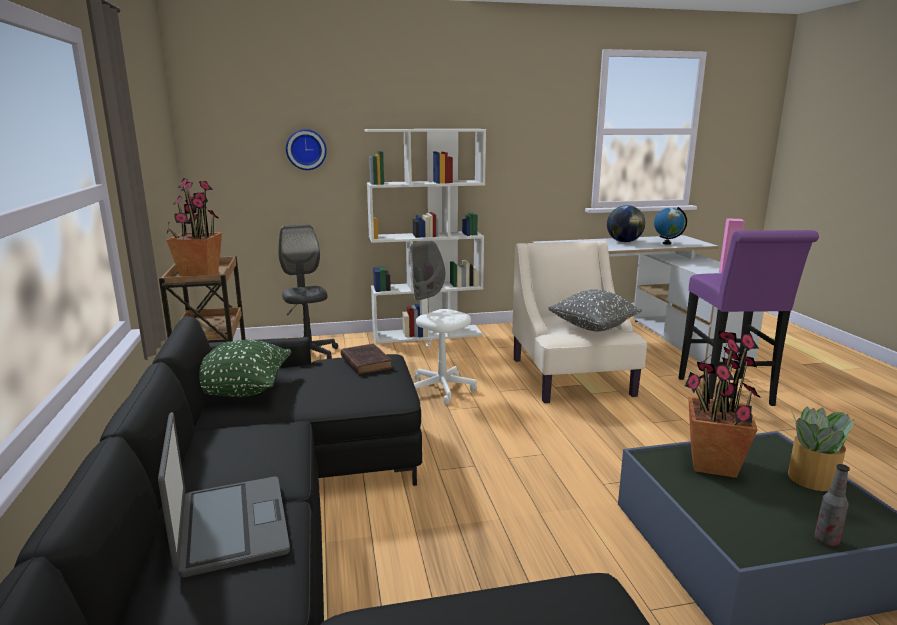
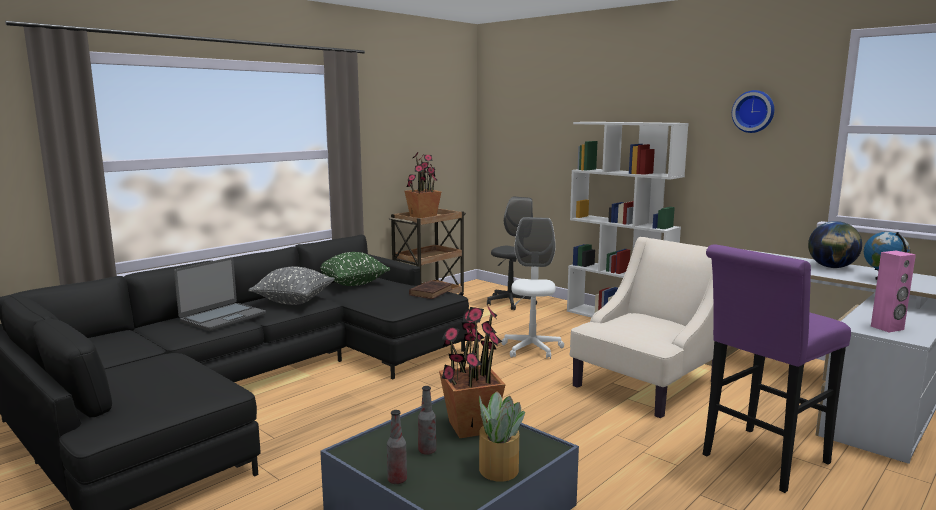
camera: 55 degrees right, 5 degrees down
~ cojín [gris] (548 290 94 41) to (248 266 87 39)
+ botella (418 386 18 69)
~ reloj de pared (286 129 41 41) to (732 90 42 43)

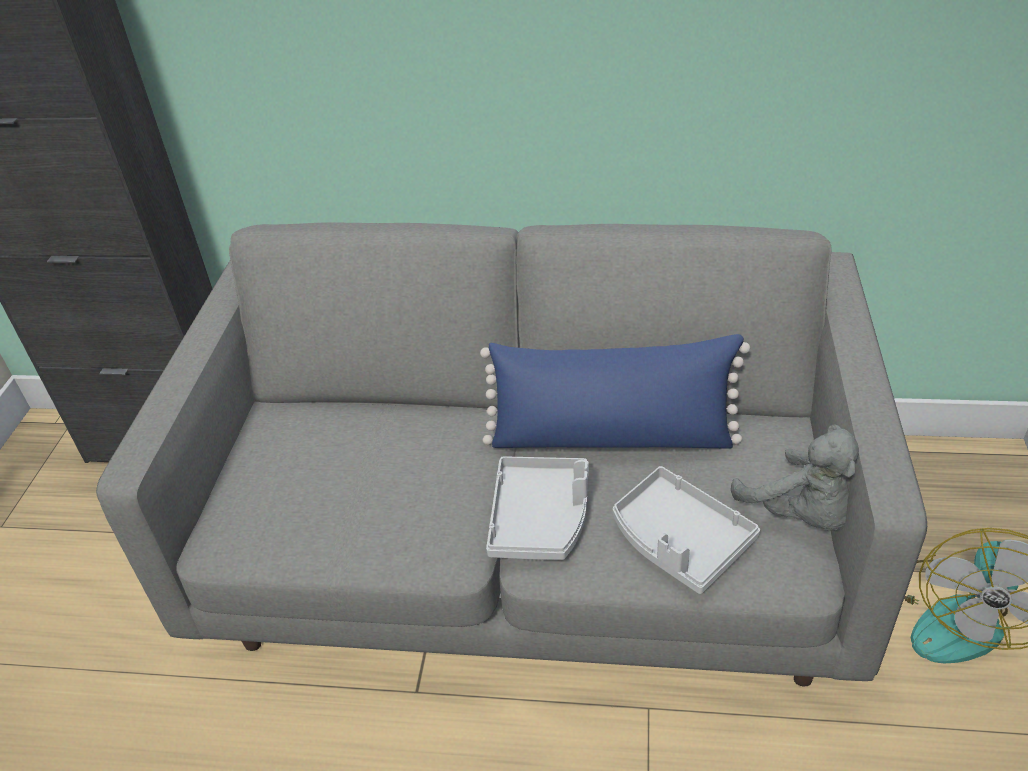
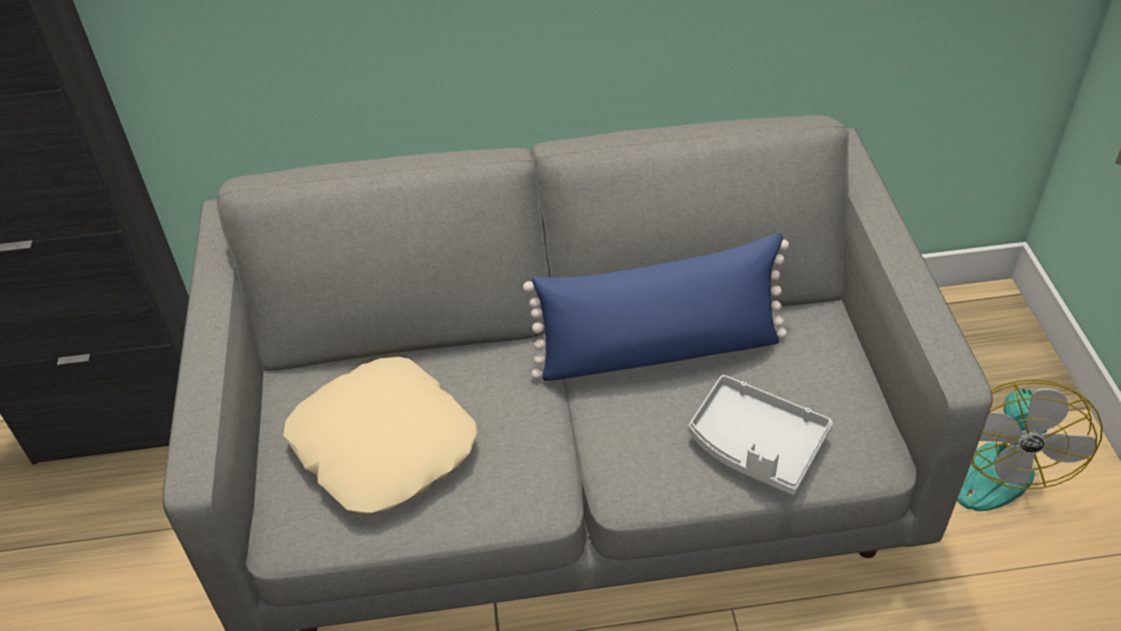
camera: 15 degrees left, 5 degrees up
+ cojín [beis] (283 357 194 157)
- bandeja [gris] (486 456 103 104)
- peluche [gris] (731 424 128 107)

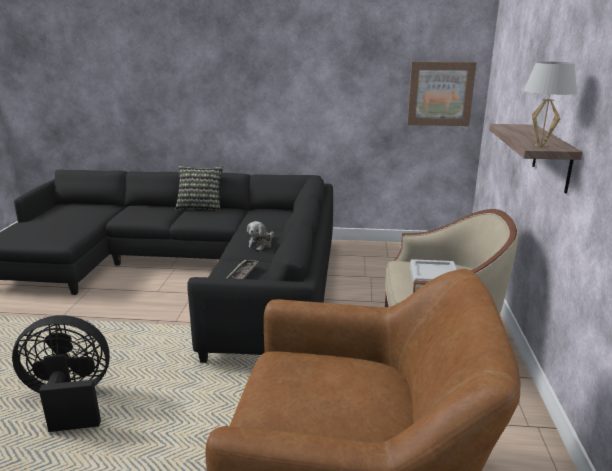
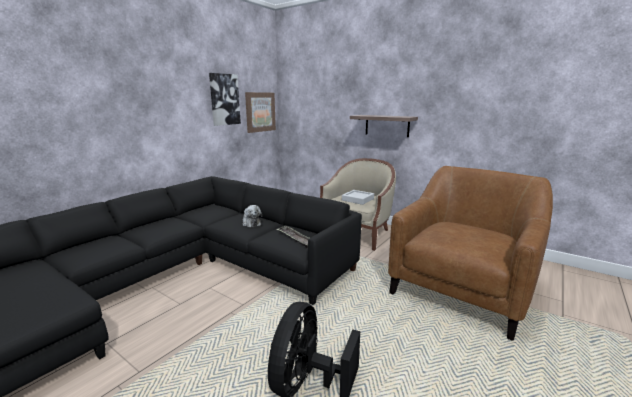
camera: 60 degrees left, 5 degrees down
+ cuadro (209 73 32 53)
- cojín (175 165 49 46)
- lámpara de mesa [blanco] (524 62 53 85)

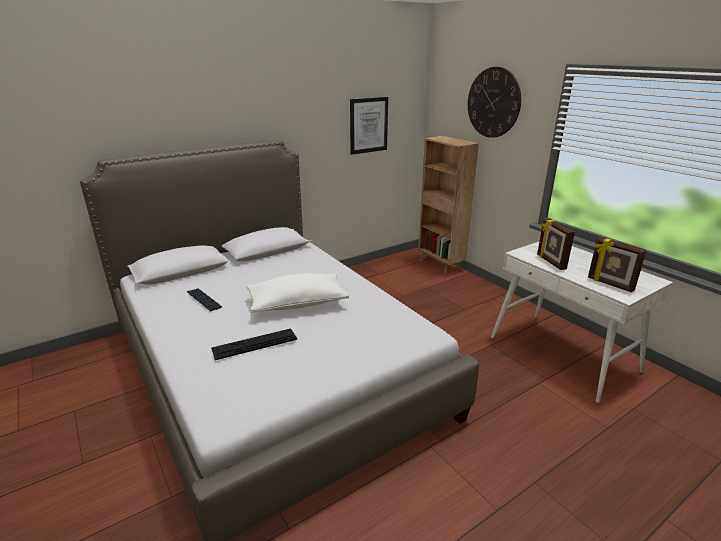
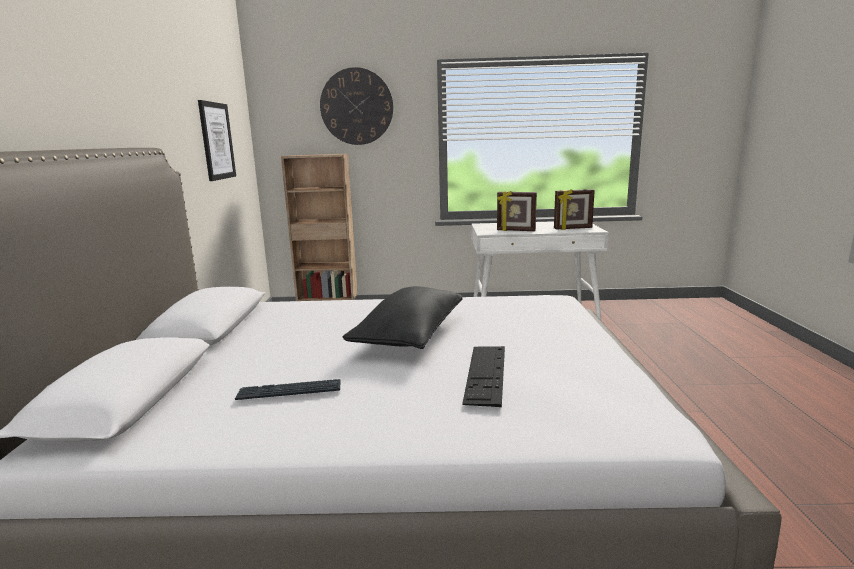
camera: 55 degrees left, 10 degrees down
~ cojín [blanco] (247 273 102 40) to cojín [negro] (343 286 120 63)

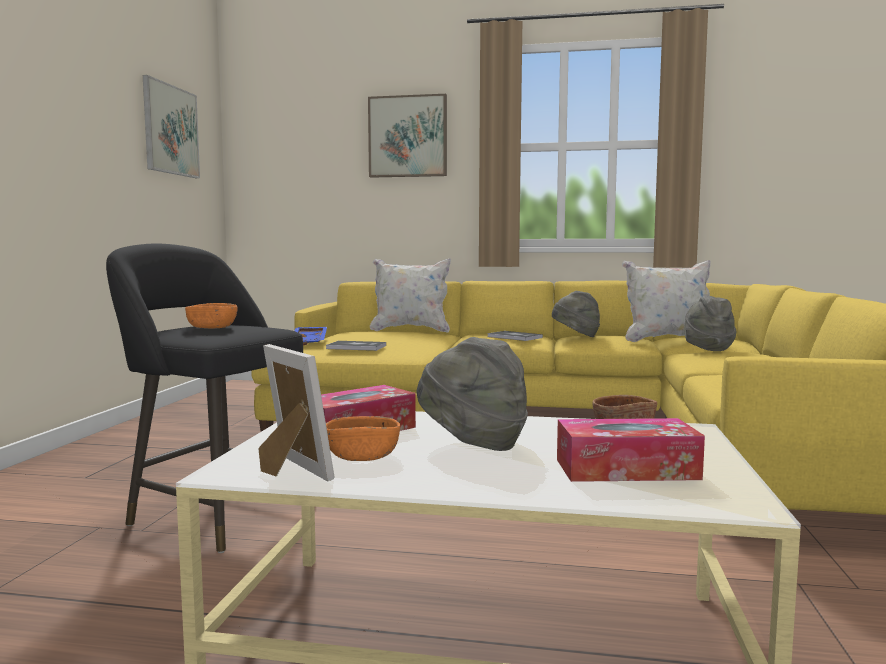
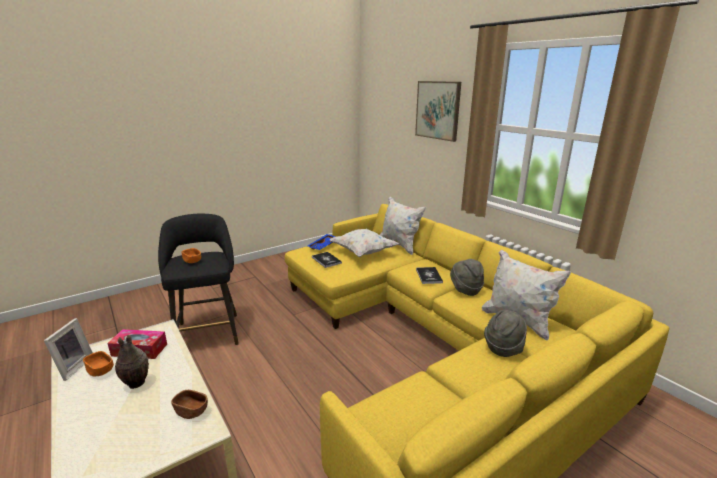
camera: 45 degrees right, 15 degrees up
~ sombrero [gris] (417 337 111 114) to florero (115 335 34 54)
+ cojín [blanco] (330 229 69 28)
- cuadro (143 75 57 103)
- caja de pañuelos (557 418 148 64)

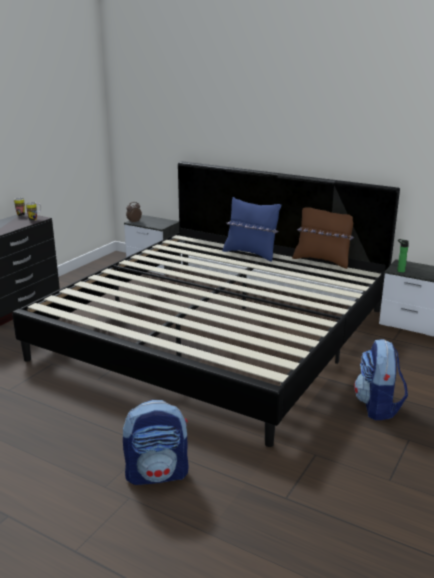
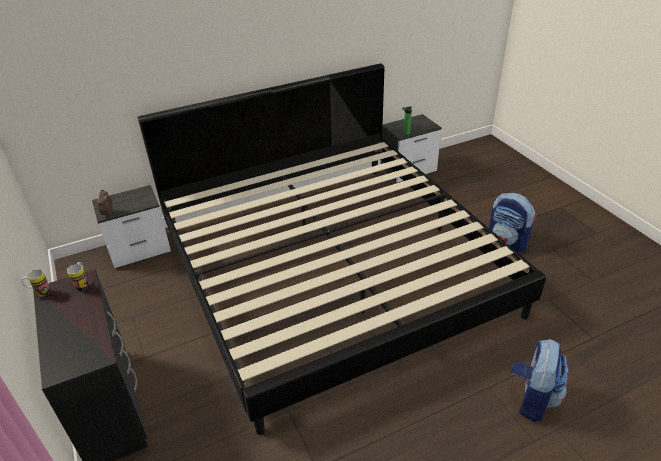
camera: 55 degrees left, 15 degrees up
- cojín [azul] (222 197 59 65)
- cojín [marrón] (292 207 62 62)

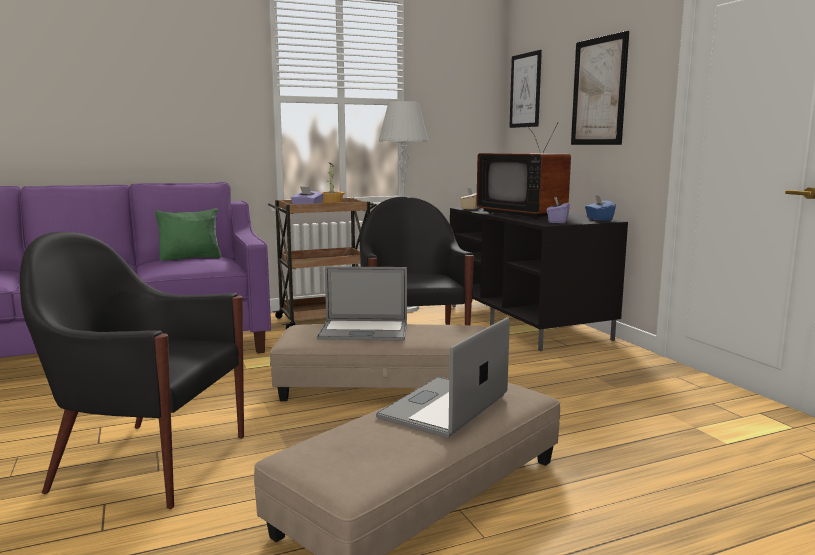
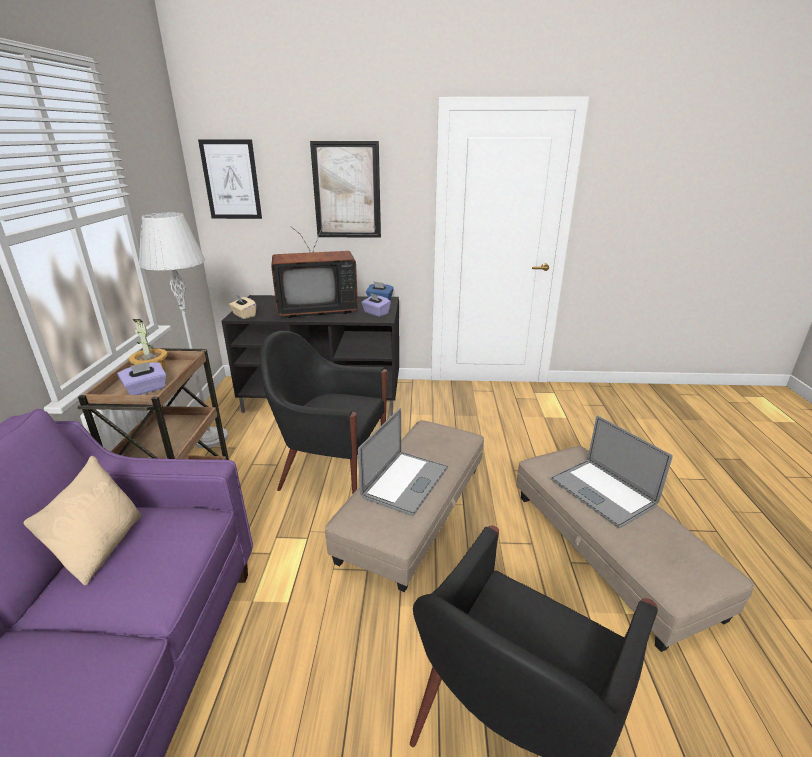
camera: 65 degrees left, 15 degrees up
~ cojín [verde] (155 208 67 53) to cojín [beis] (24 456 117 129)

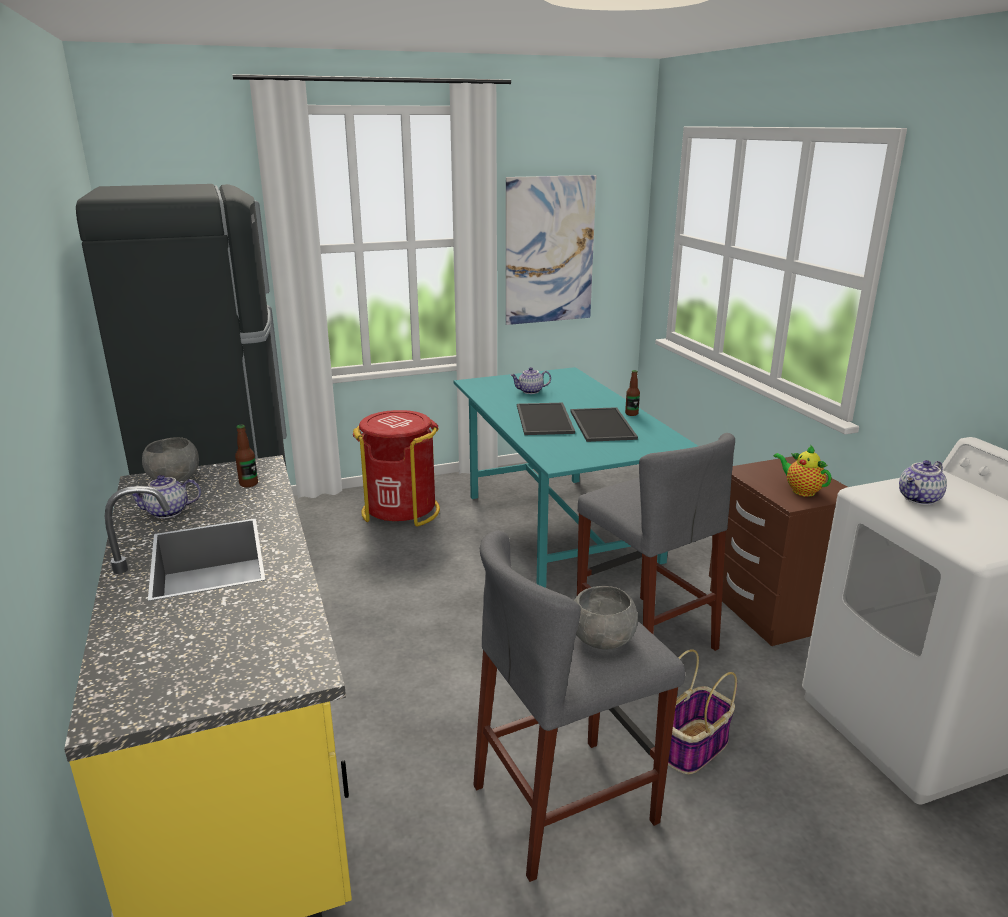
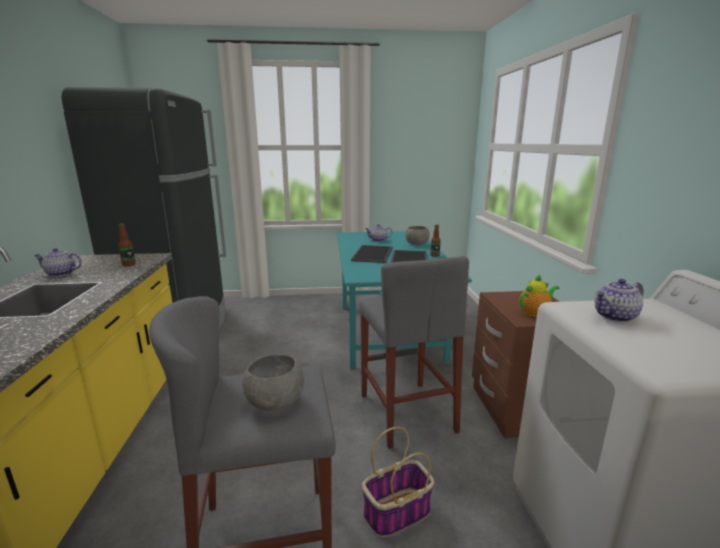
camera: 15 degrees right, 5 degrees down
~ cuenco [gris] (142 438 57 44) to (405 226 25 19)
~ tetera (773 444 59 53) = (520 275 40 42) 90 degrees clockwise
- papelera [rojo] (353 410 87 117)
- cuadro (506 175 90 150)

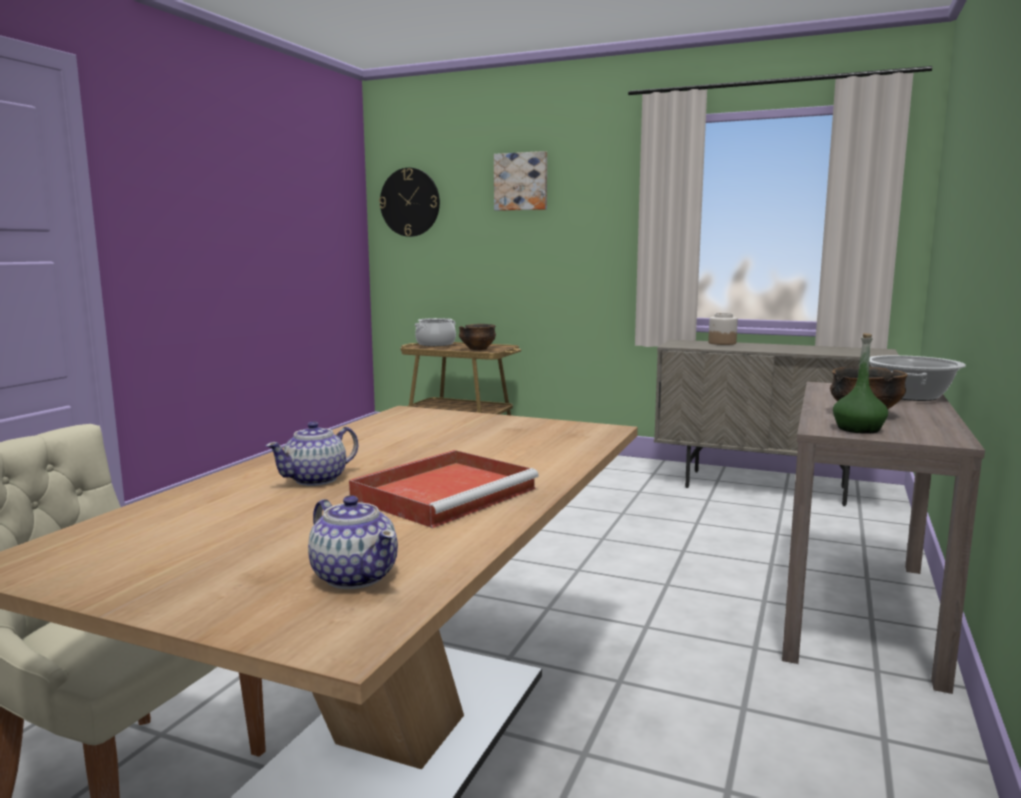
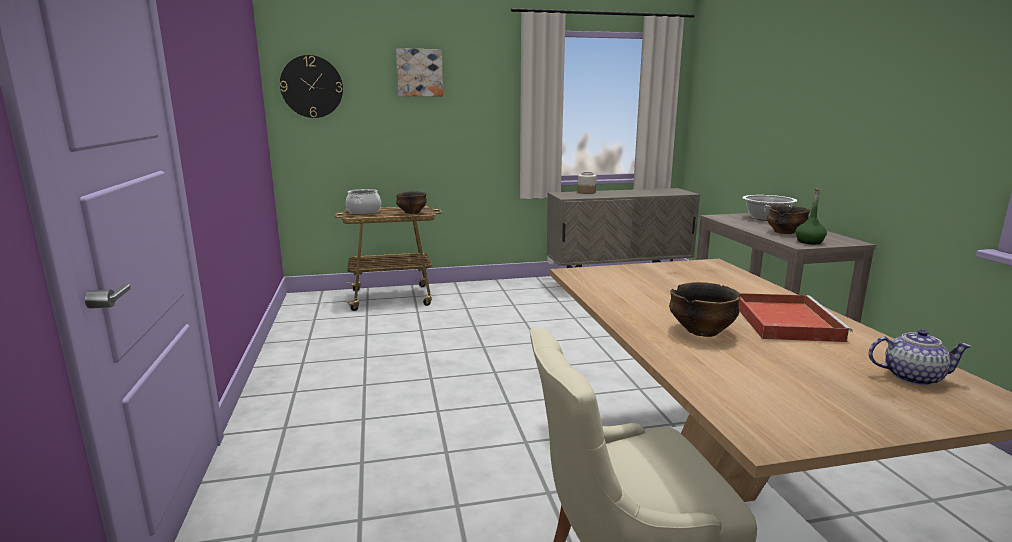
camera: 35 degrees left, 5 degrees up
~ tetera (266 421 92 65) to cuenco (669 282 72 55)

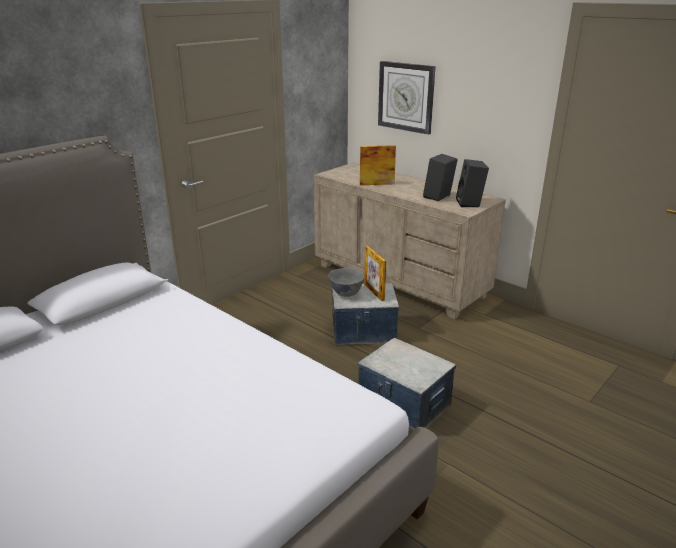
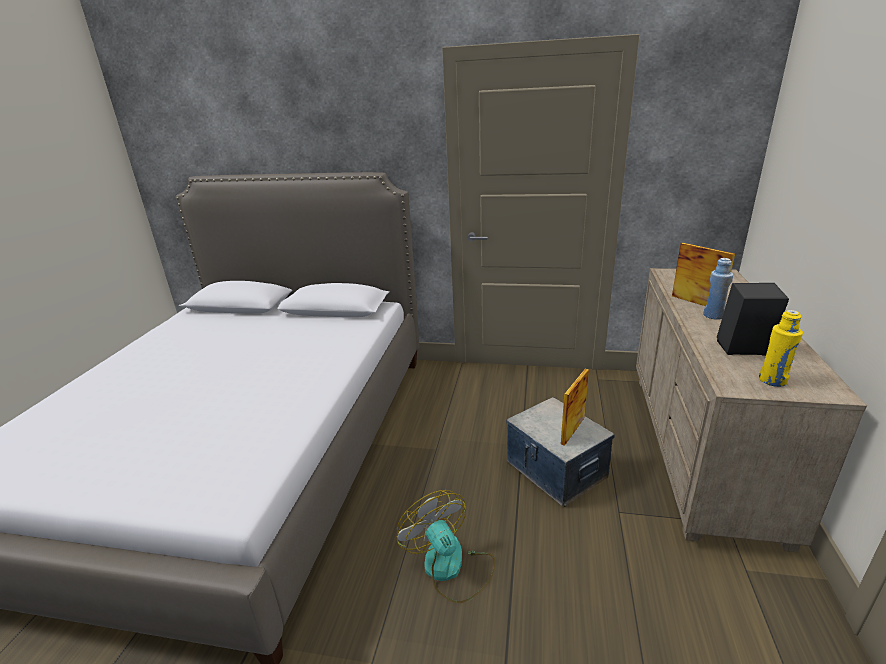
camera: 60 degrees right, 0 degrees up
~ caja de almacenaje (358 338 98 91) to ventilador (397 490 99 113)
+ botella [azul] (703 258 30 61)
~ altavoz [negro] (456 159 33 48) to botella [amarillo] (759 310 44 77)
- cuenco [gris] (328 268 36 29)
- reloj de pared (378 61 58 74)

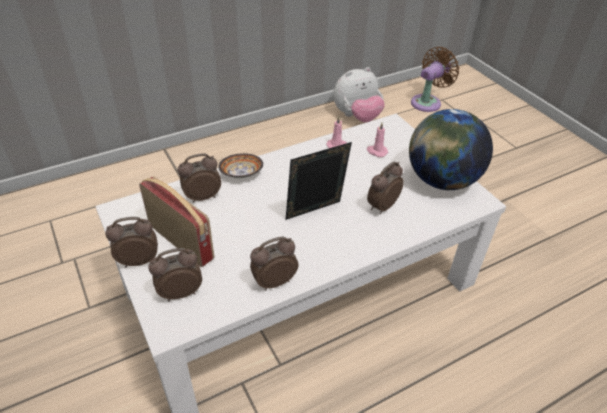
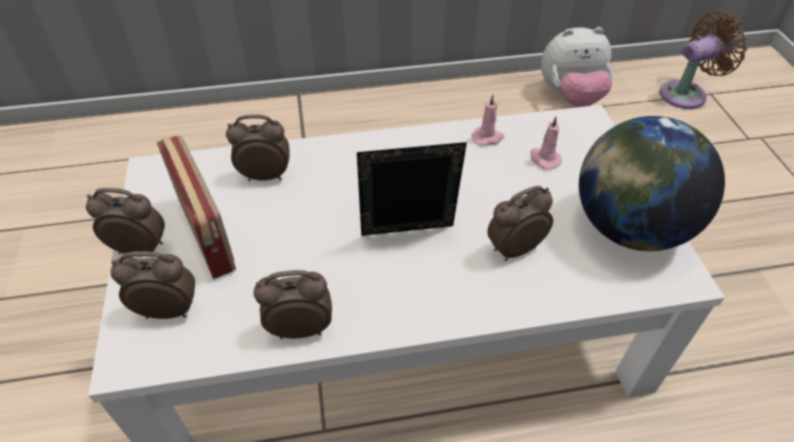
camera: 20 degrees right, 5 degrees up
- cuenco (218 153 45 25)

